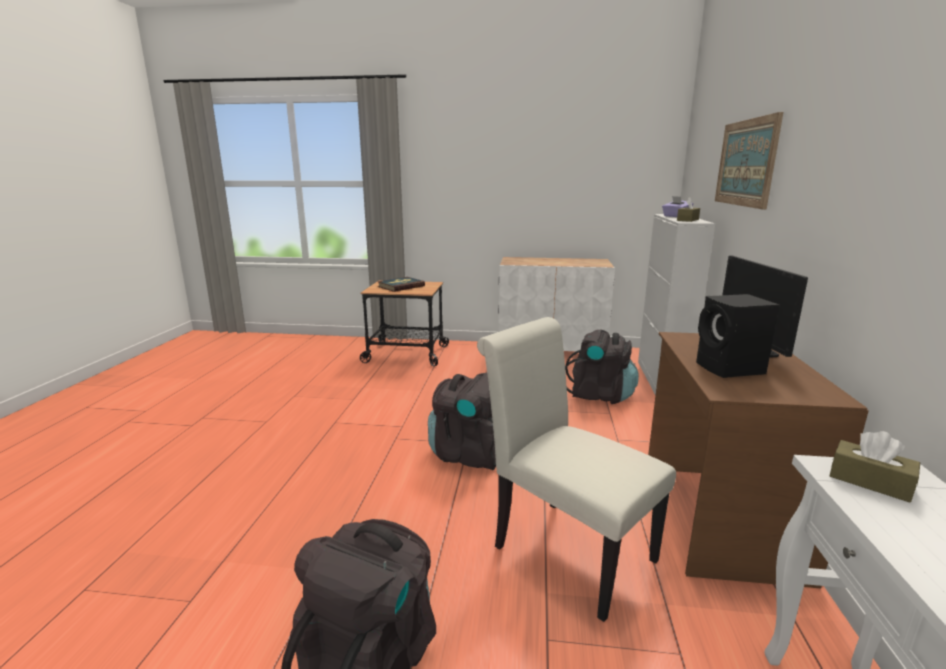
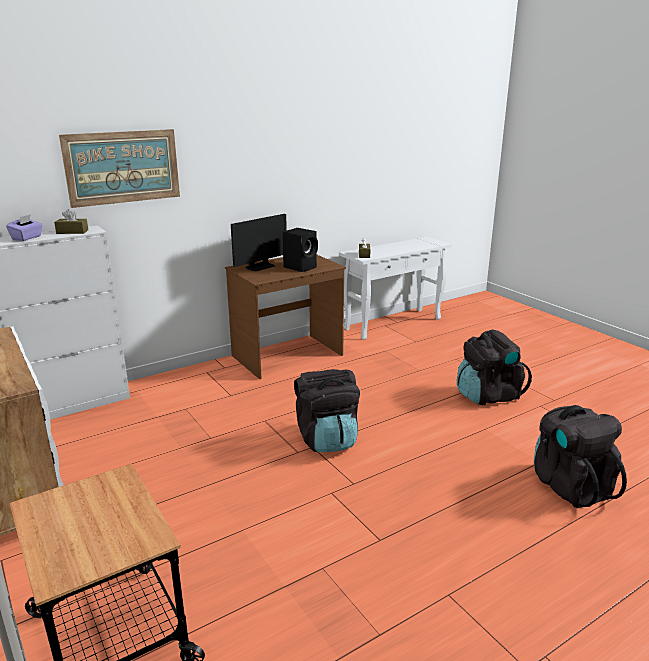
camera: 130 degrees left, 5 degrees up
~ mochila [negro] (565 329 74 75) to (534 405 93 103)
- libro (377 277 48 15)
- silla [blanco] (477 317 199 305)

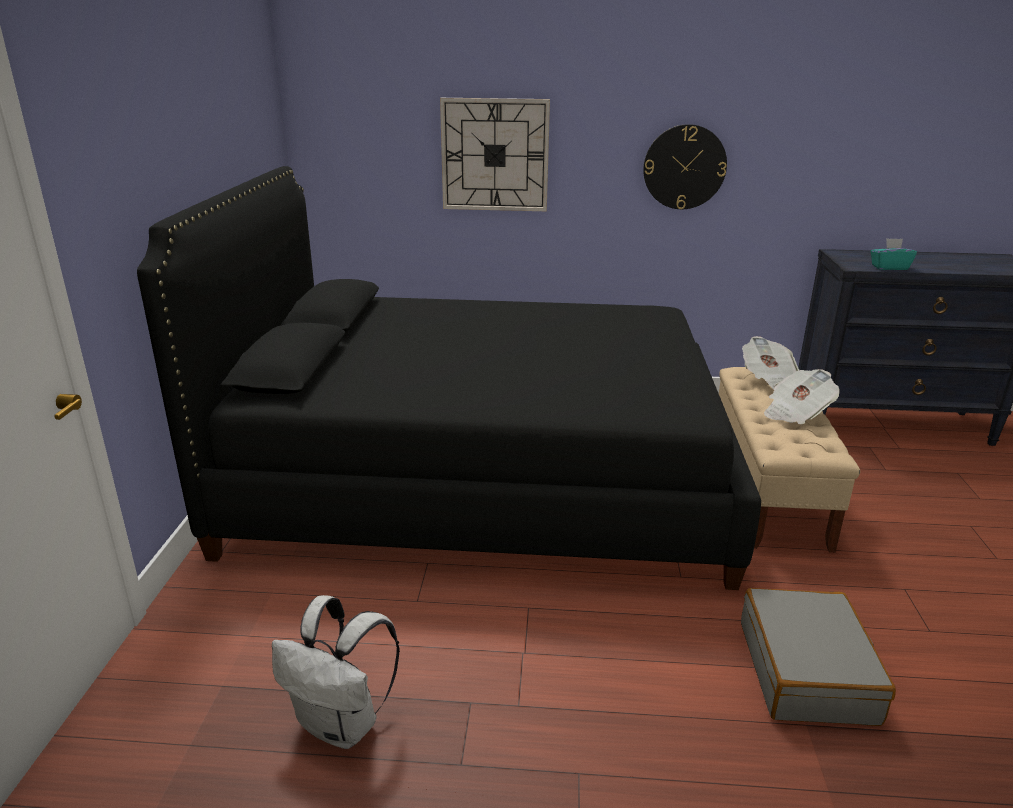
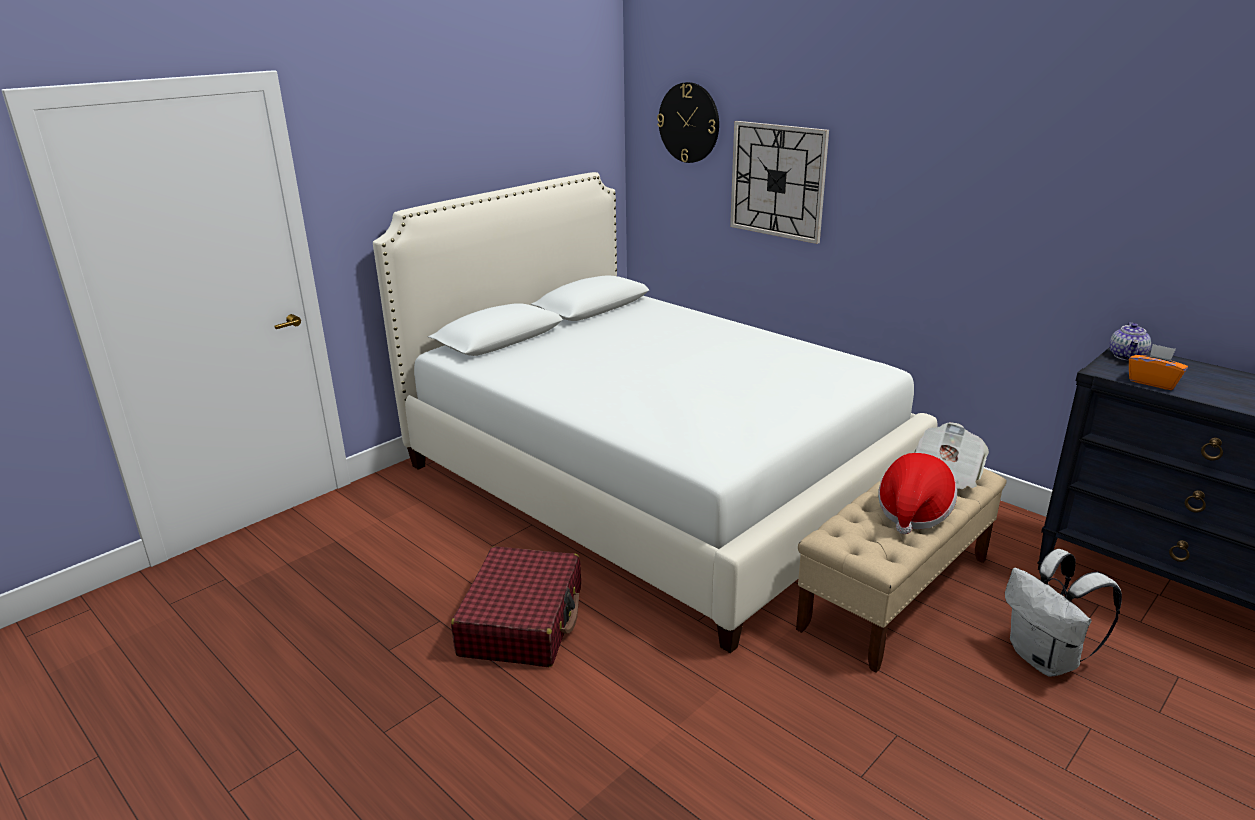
camera: 40 degrees right, 0 degrees up
~ cama [negro] (137 166 624 424) to cama [blanco] (373 172 564 481)
+ maleta [rojo] (451 546 130 121)
~ reloj de pared (643 124 84 85) to (657 82 62 81)
~ periódico (764 369 76 55) to sombrero (878 453 79 81)
~ mochila [blanco] (272 595 128 154) to (1005 549 117 128)
+ tetera (1109 322 42 39)
~ caja de pañuelos [turquesa] (871 238 46 32) to caja de pañuelos [naranja] (1129 344 59 46)
- maleta [gris] (741 588 155 138)

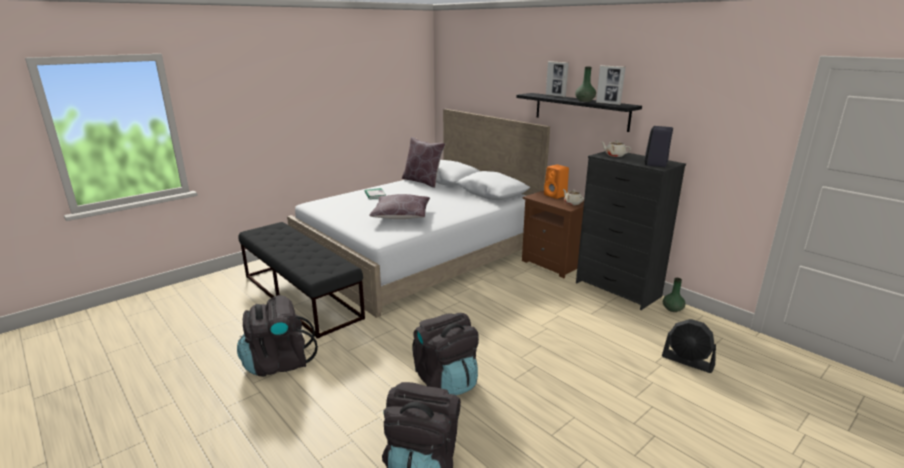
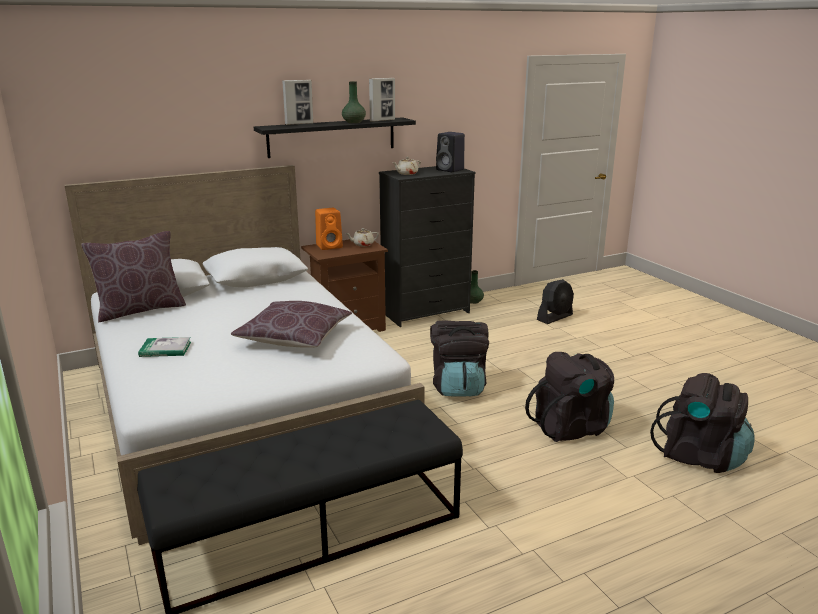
camera: 75 degrees left, 0 degrees up
~ mochila [negro] (237 295 81 82) to (430 321 59 76)

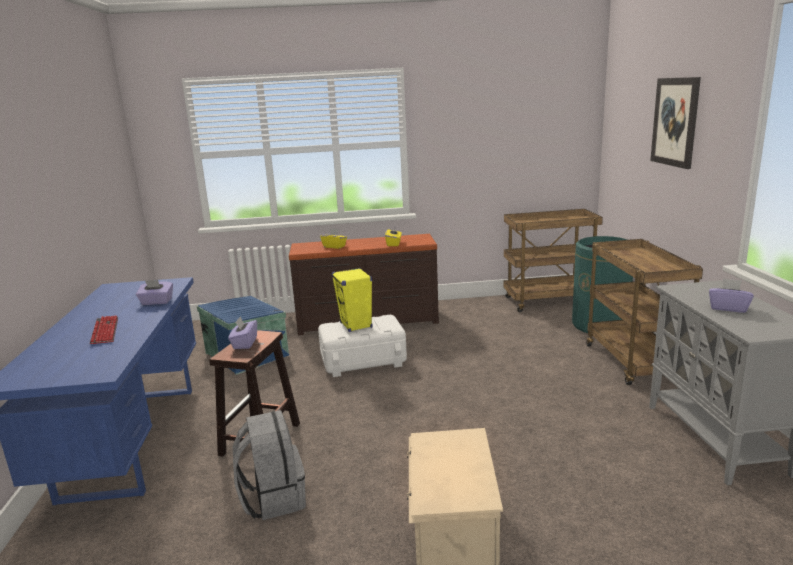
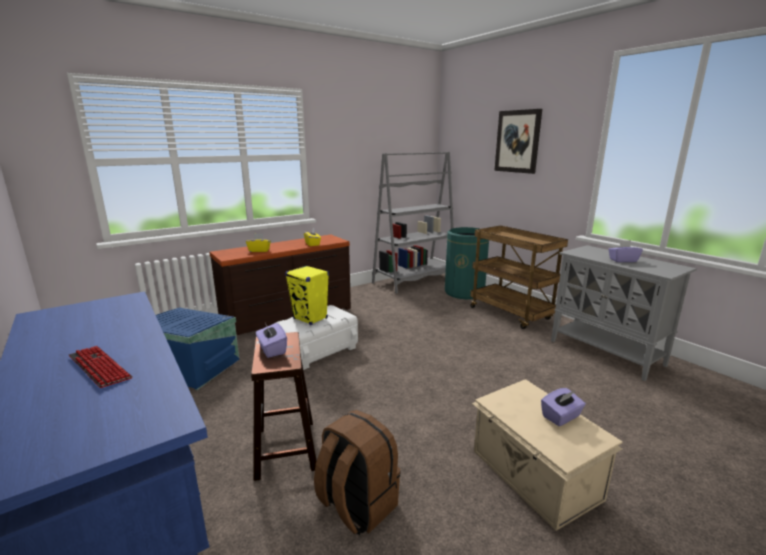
camera: 30 degrees left, 0 degrees up
~ mochila [gris] (233 410 73 110) to mochila [marrón] (314 410 86 126)
~ carrito [marrón] (503 209 100 103) to estantería [gris] (372 152 82 142)
~ caja de pañuelos [morado] (136 280 37 25) to (541 388 45 38)

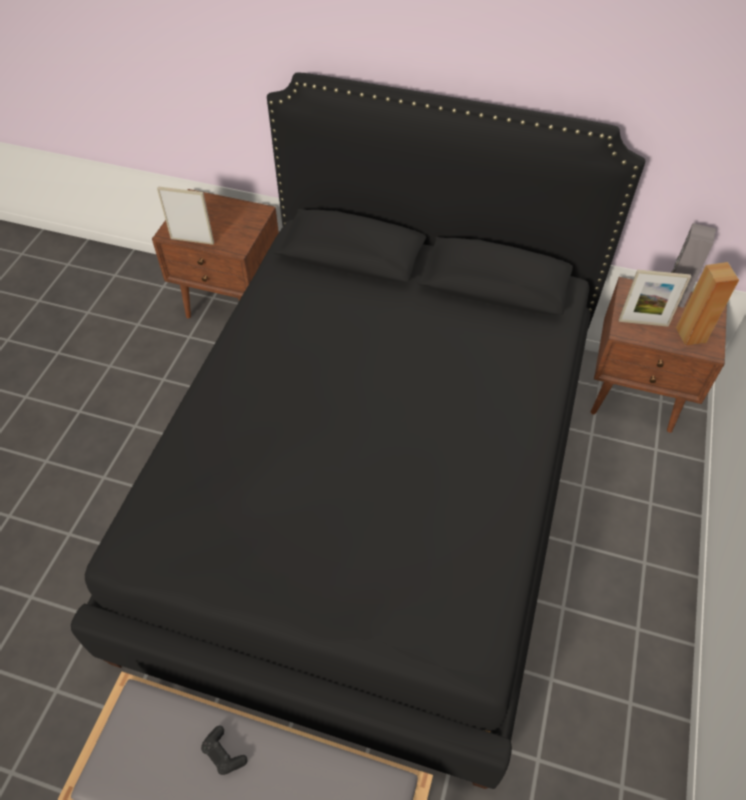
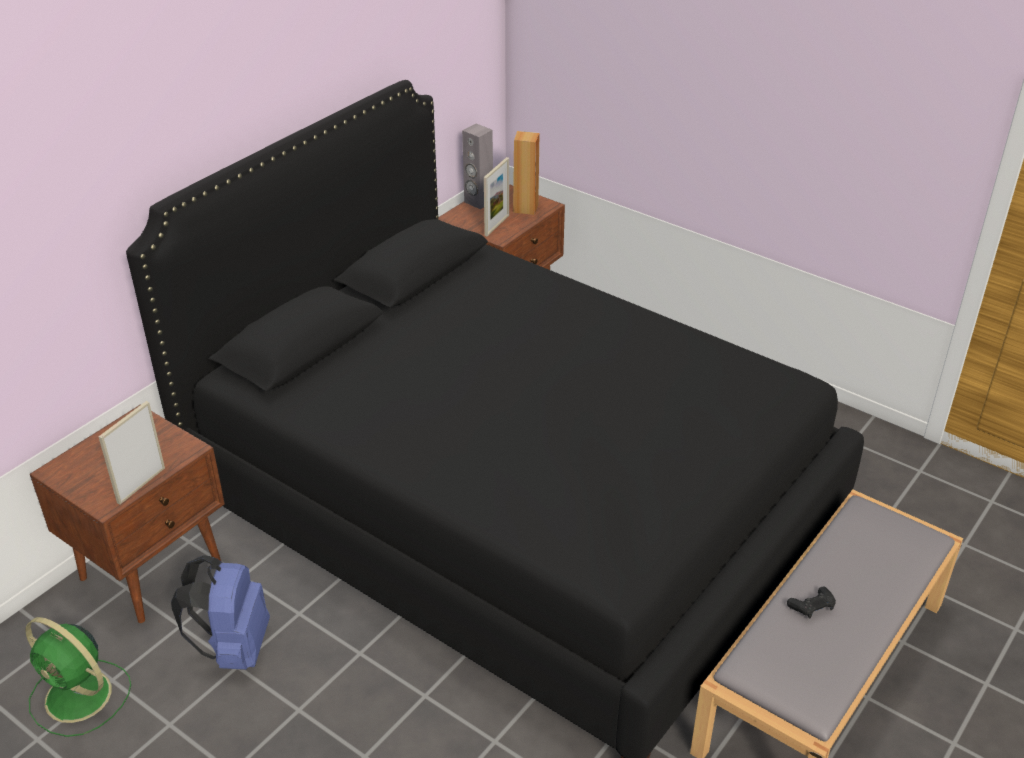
camera: 70 degrees left, 15 degrees down
+ ventilador [verde] (25 617 106 120)
+ mochila [azul] (171 555 99 115)

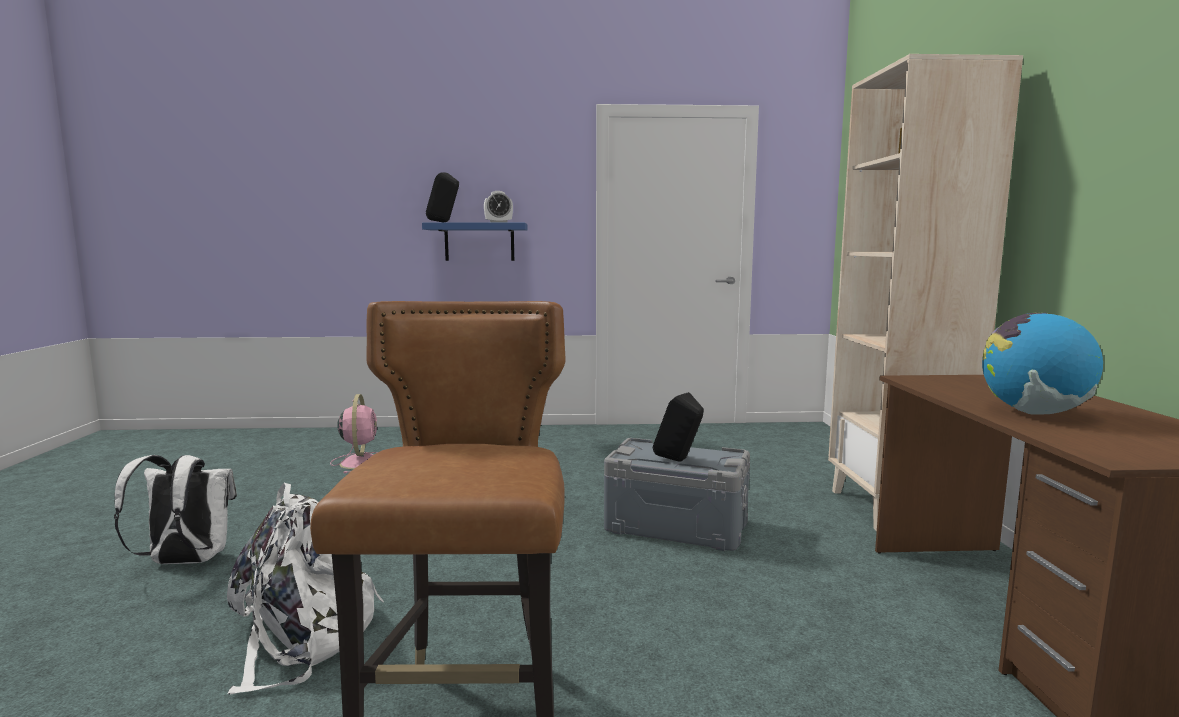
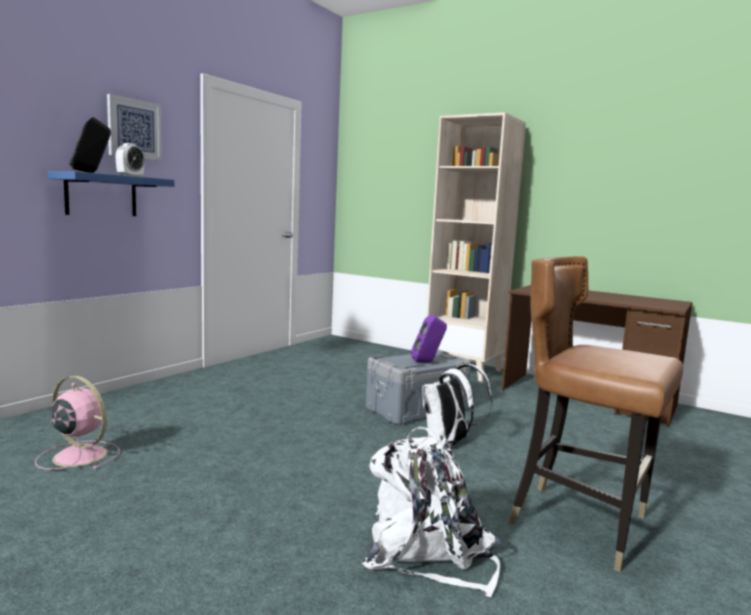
camera: 55 degrees left, 0 degrees up
+ cuadro (107 94 55 67)
~ altavoz [negro] (653 392 51 70) to altavoz [morado] (411 315 36 48)
~ mochila [blanco] (114 455 123 109) to (422 364 70 84)
- globo terráqueo (982 313 121 102)

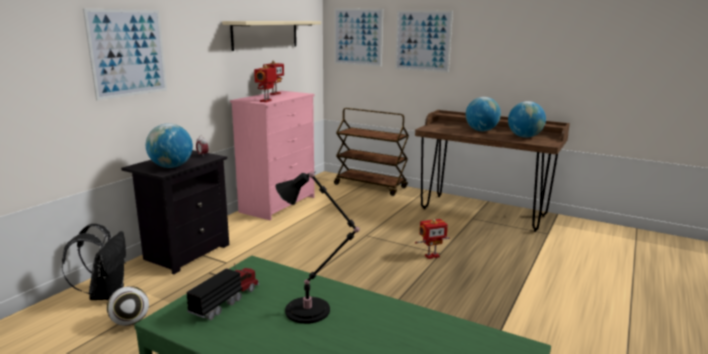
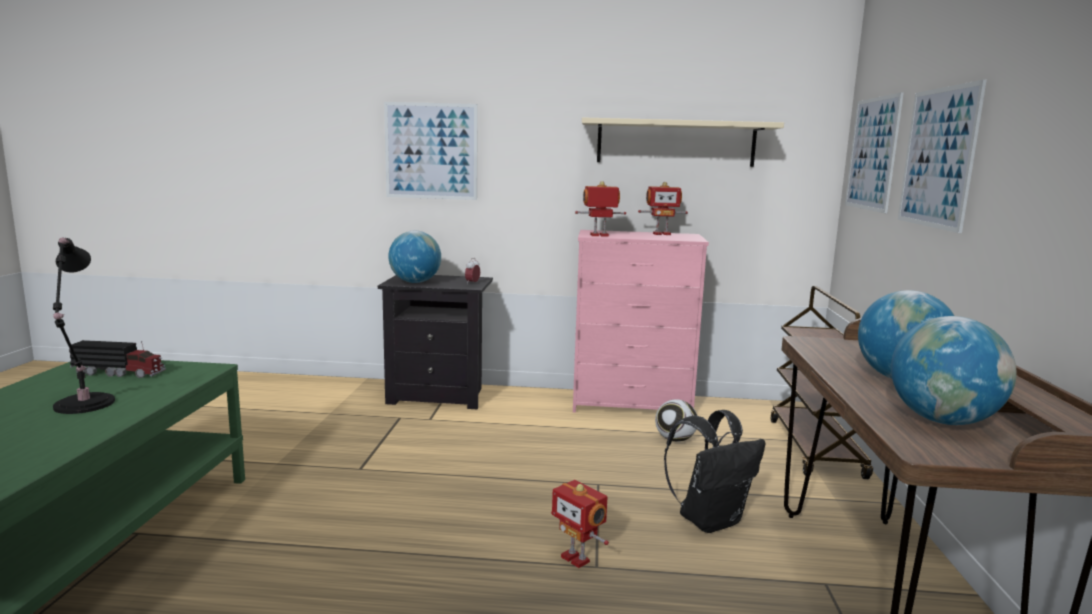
camera: 65 degrees right, 5 degrees down
~ balón de fútbol (107 286 42 40) to (655 399 42 43)
~ mochila [negro] (62 224 64 76) to (664 410 102 123)

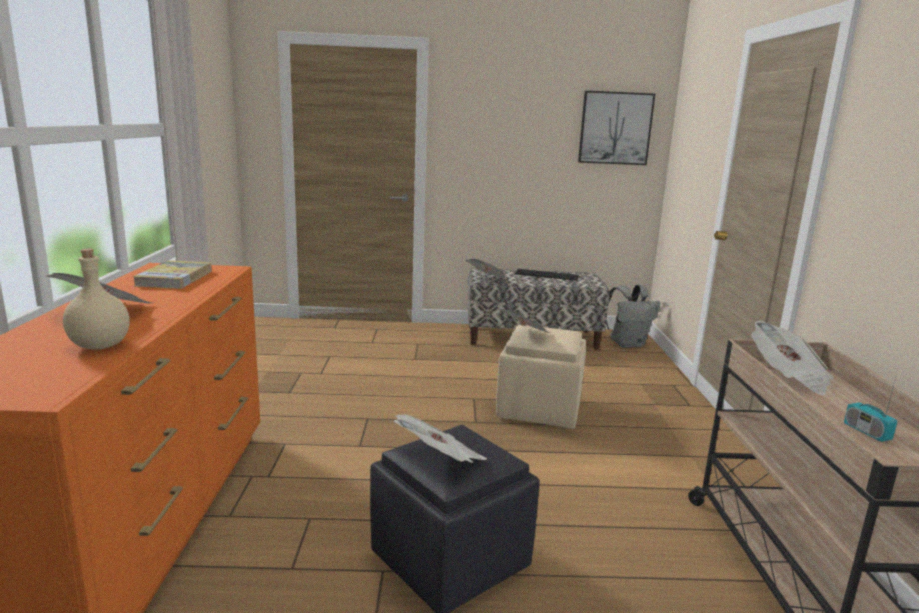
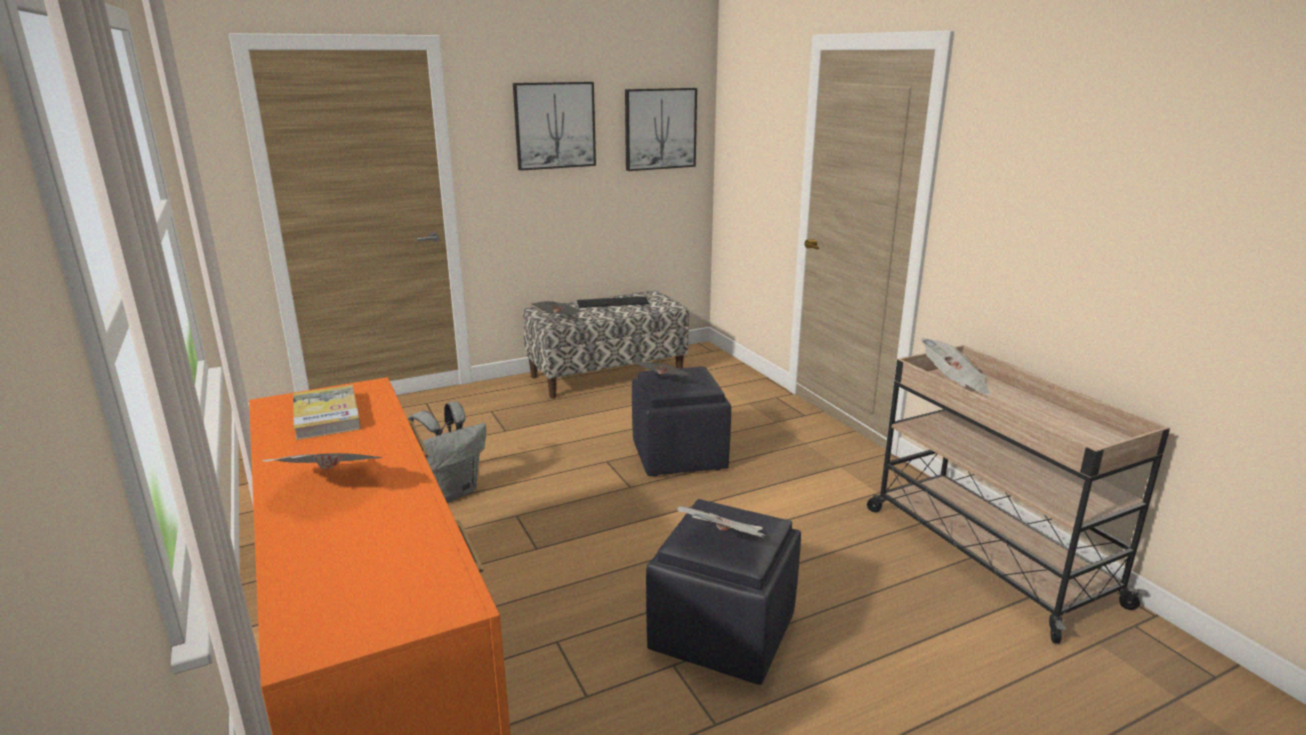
camera: 25 degrees left, 5 degrees up
~ mochila [gris] (606 285 54 63) to (408 402 78 101)
+ cuadro (513 82 83 89)
~ puf [beis] (496 325 90 104) to puf [negro] (632 367 99 109)
- botella [beis] (63 249 67 101)
- radio (844 378 53 64)

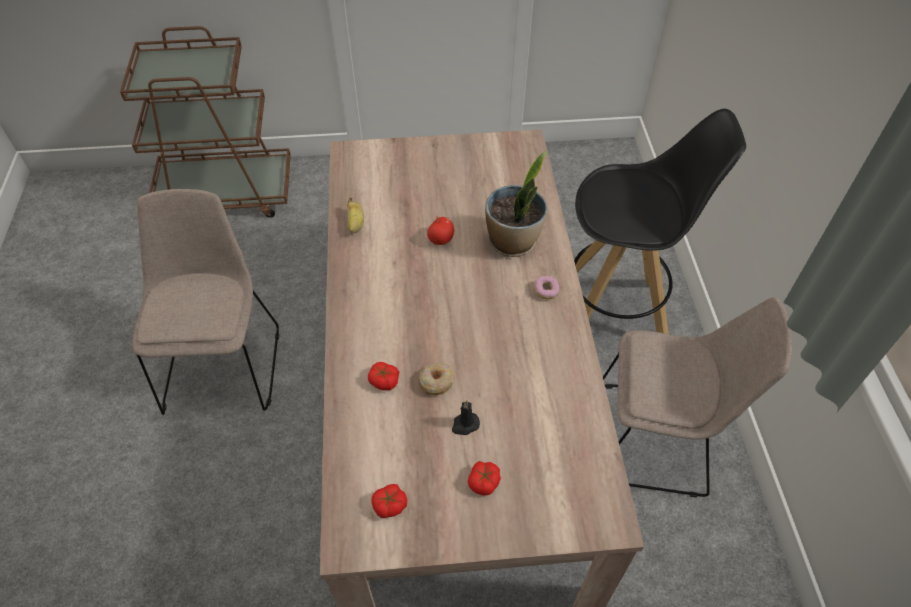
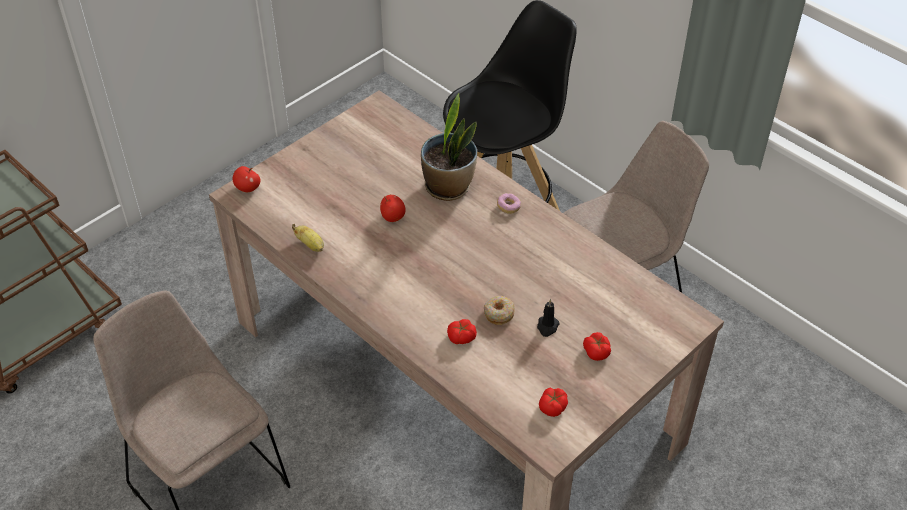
camera: 40 degrees left, 5 degrees down
+ manzana (233 166 27 26)

